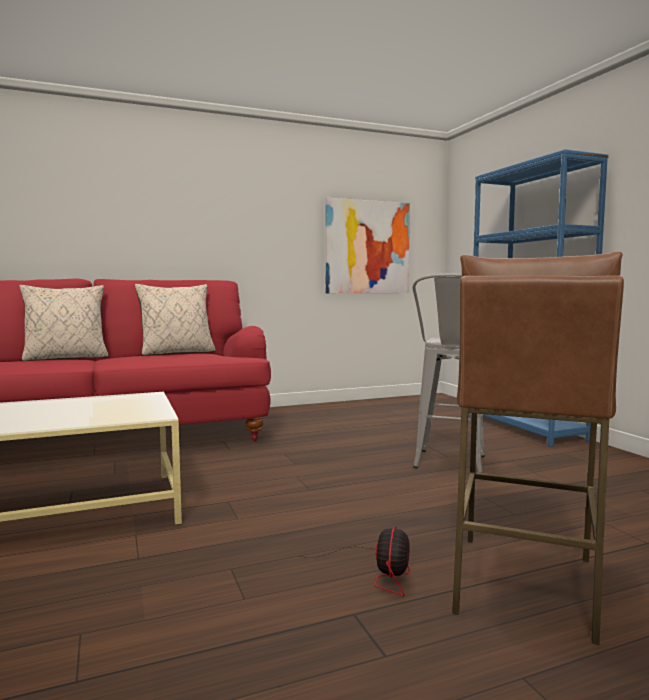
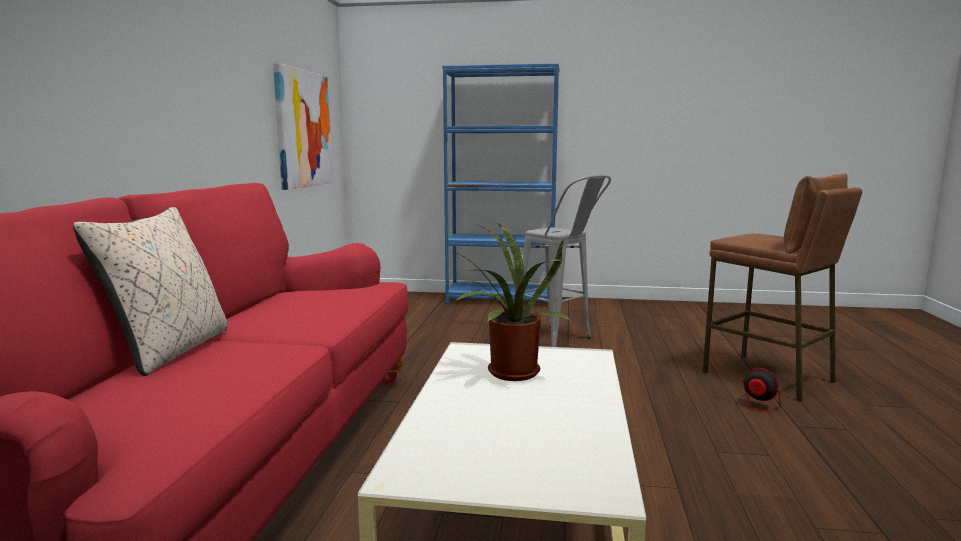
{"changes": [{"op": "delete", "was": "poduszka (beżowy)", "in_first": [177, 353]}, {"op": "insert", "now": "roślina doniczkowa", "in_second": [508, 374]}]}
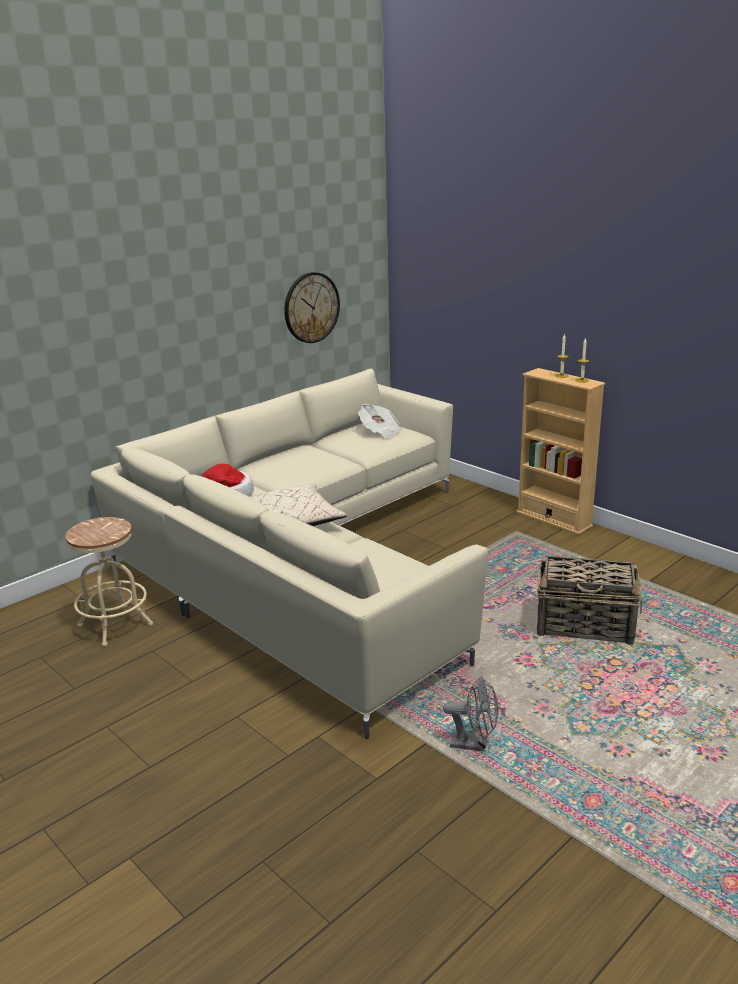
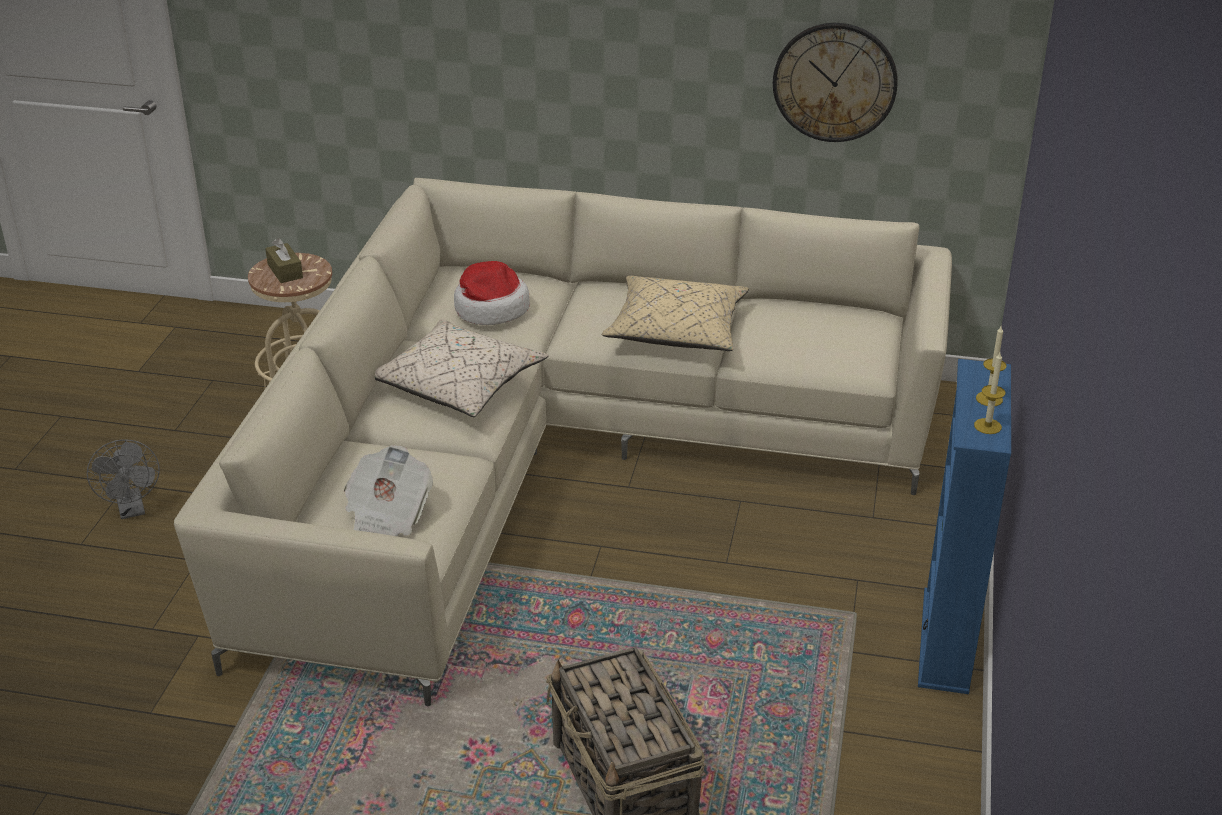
{"changes": [{"op": "move", "was": "gazeta", "in_first": [380, 432], "in_second": [387, 515]}, {"op": "move", "was": "wentylator (szary)", "in_first": [474, 744], "in_second": [132, 510]}, {"op": "recolor", "was": "regał (beżowy)", "now": "regał (niebieski)", "in_first": [554, 519], "in_second": [946, 640]}, {"op": "insert", "now": "pudełko chusteczek (brązowy)", "in_second": [285, 271]}, {"op": "insert", "now": "poduszka (beżowy)", "in_second": [676, 330]}]}
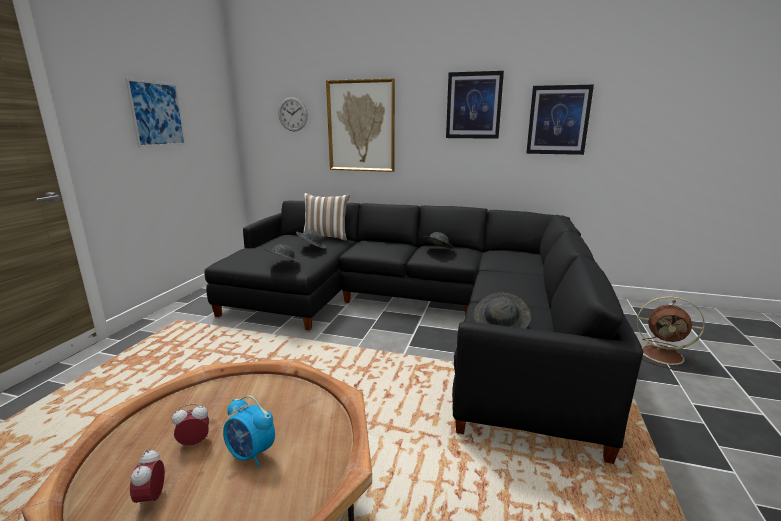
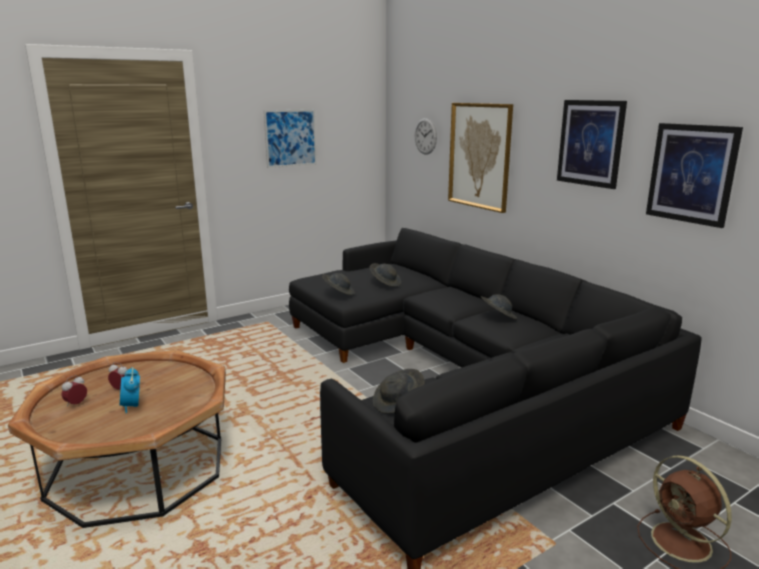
{"changes": [{"op": "delete", "was": "poduszka", "in_first": [326, 237]}]}
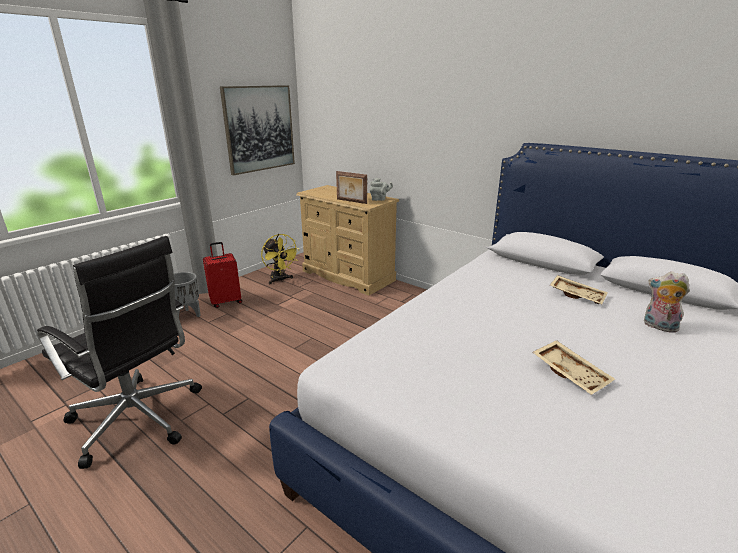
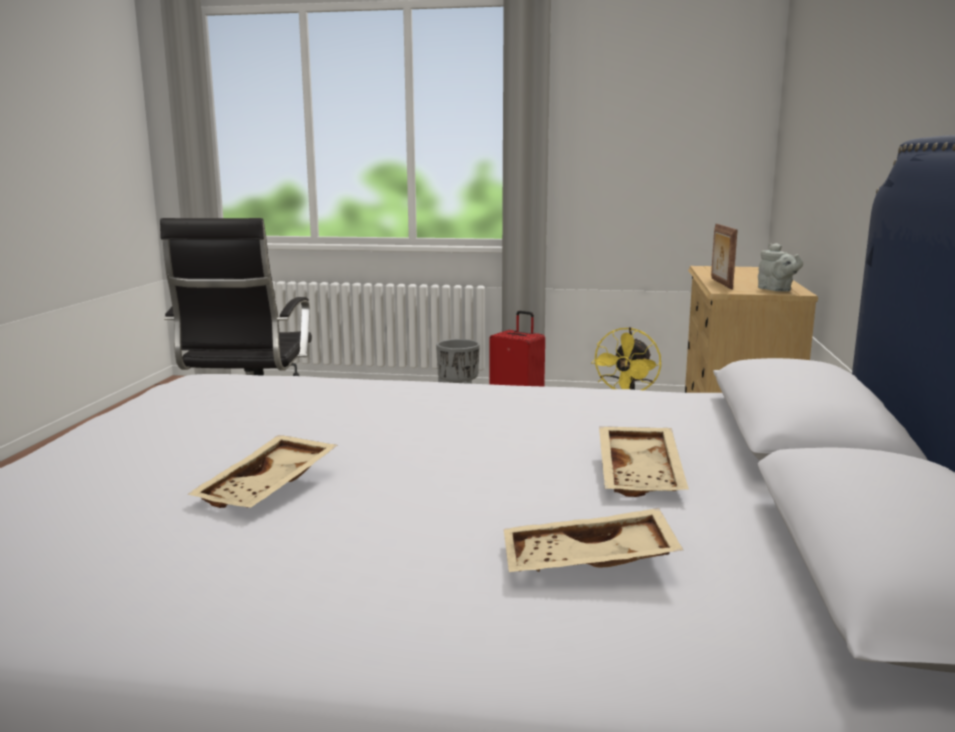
{"changes": [{"op": "delete", "was": "obraz", "in_first": [259, 128]}, {"op": "replace", "was": "pluszak", "now": "taca (beżowy)", "in_first": [658, 327], "in_second": [587, 564]}]}
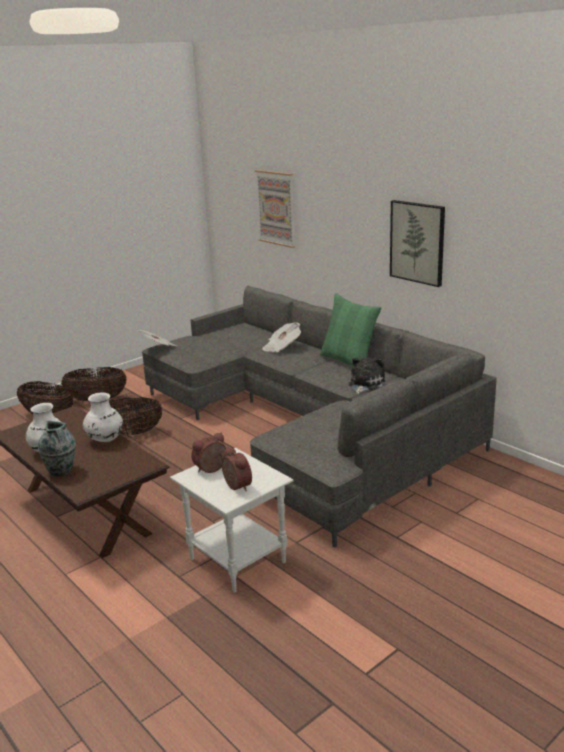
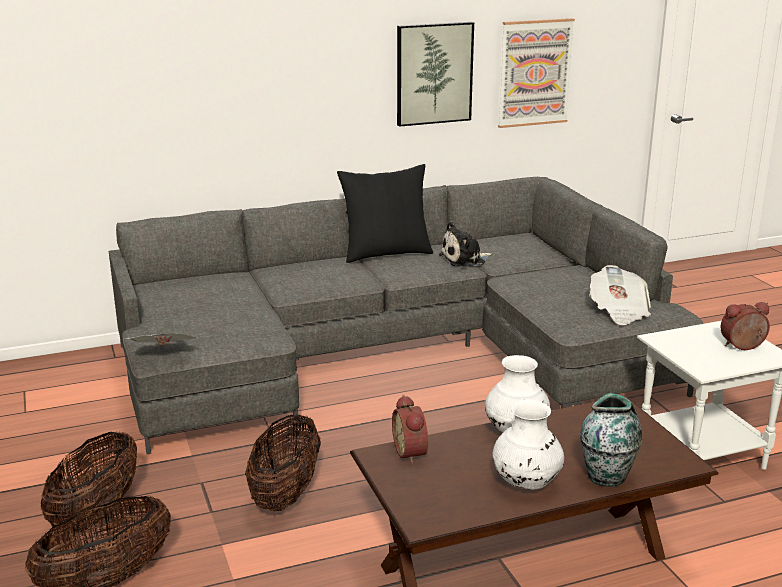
{"changes": [{"op": "move", "was": "budzik", "in_first": [211, 470], "in_second": [412, 452]}, {"op": "move", "was": "obraz", "in_first": [276, 208], "in_second": [534, 73]}, {"op": "move", "was": "gazeta", "in_first": [281, 347], "in_second": [618, 311]}, {"op": "recolor", "was": "poduszka (zielony)", "now": "poduszka (czarny)", "in_first": [348, 361], "in_second": [386, 253]}, {"op": "rotate", "was": "pluszak", "in_first": [365, 384], "in_second": [465, 259], "clockwise": -75}]}
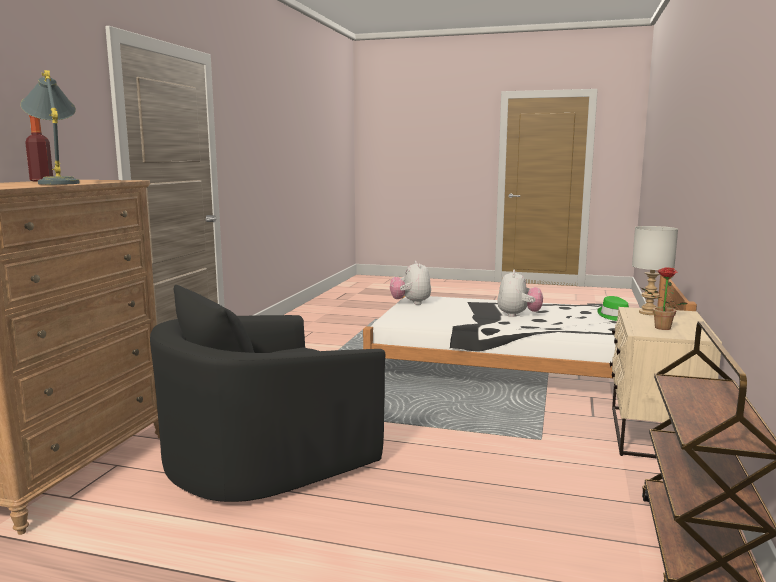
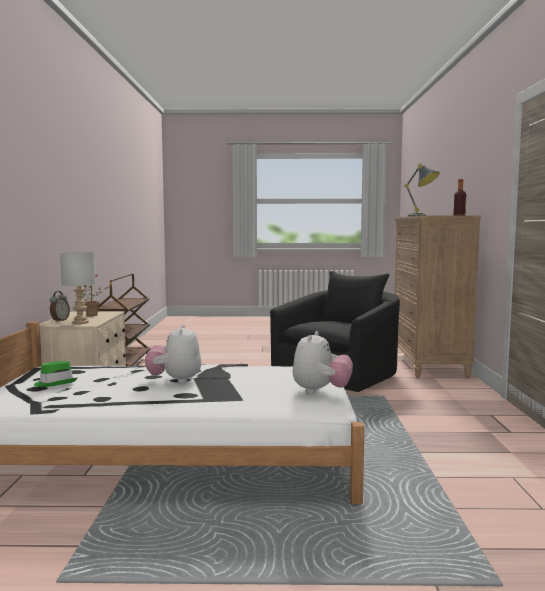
{"changes": [{"op": "rotate", "was": "pluszak", "in_first": [411, 303], "in_second": [320, 391], "clockwise": 45}, {"op": "insert", "now": "budzik", "in_second": [59, 320]}]}
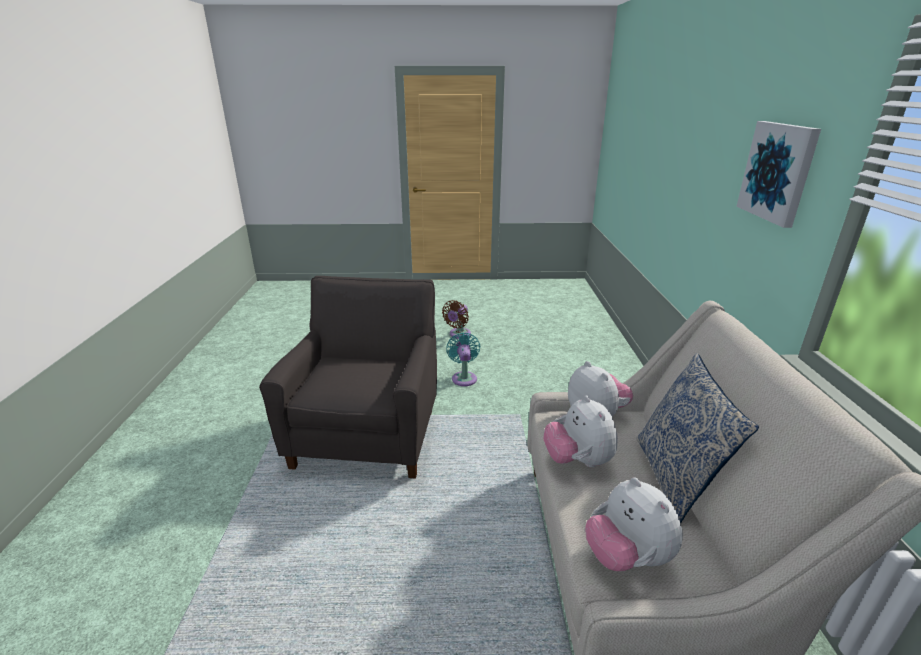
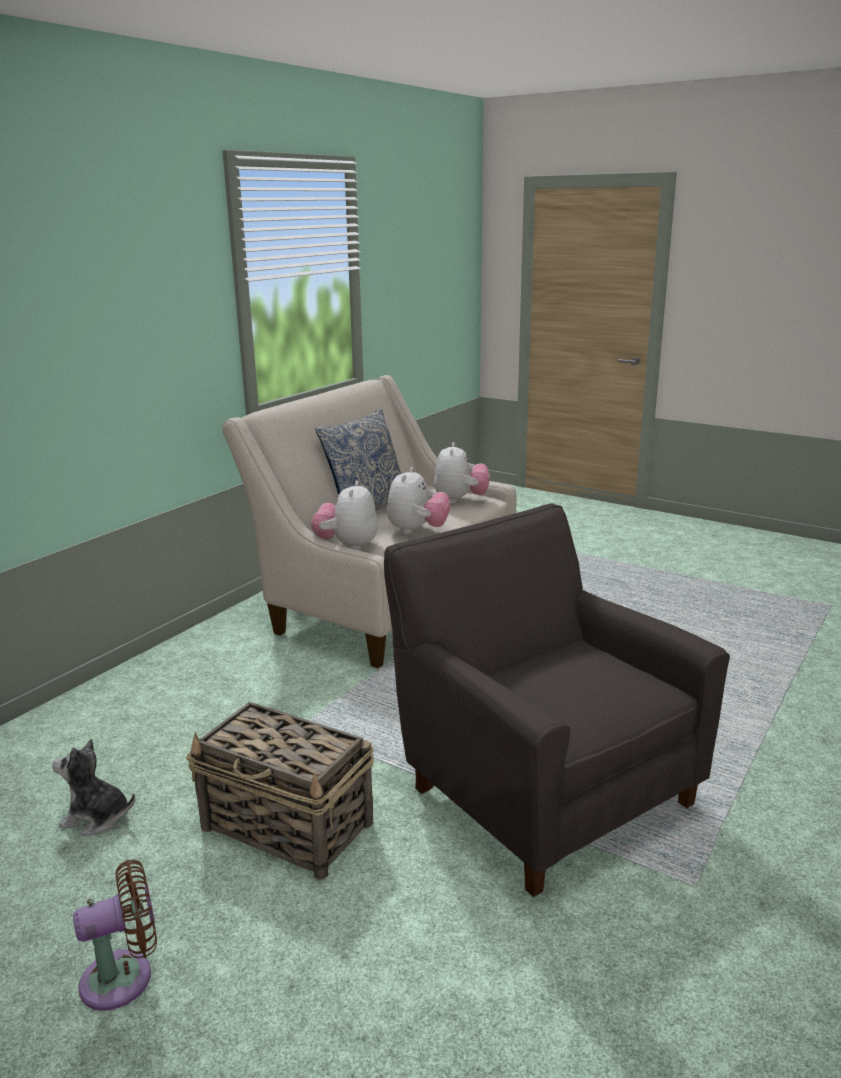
{"changes": [{"op": "rotate", "was": "fotel (szary)", "in_first": [368, 432], "in_second": [540, 789], "clockwise": 105}, {"op": "replace", "was": "wentylator (turkusowy)", "now": "koszyk", "in_first": [464, 377], "in_second": [288, 827]}, {"op": "delete", "was": "obraz", "in_first": [778, 172]}, {"op": "insert", "now": "pluszak", "in_second": [97, 818]}]}
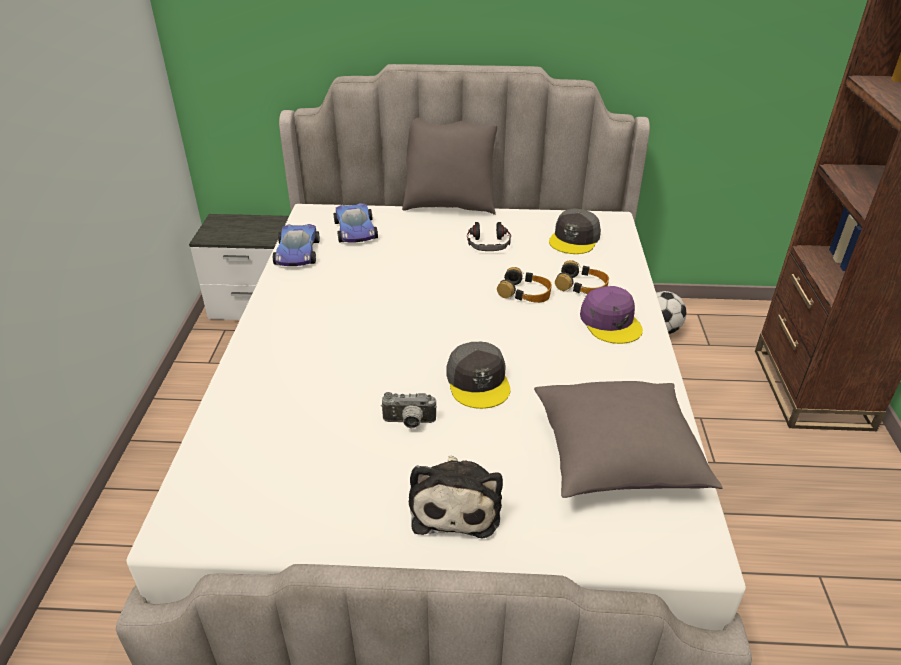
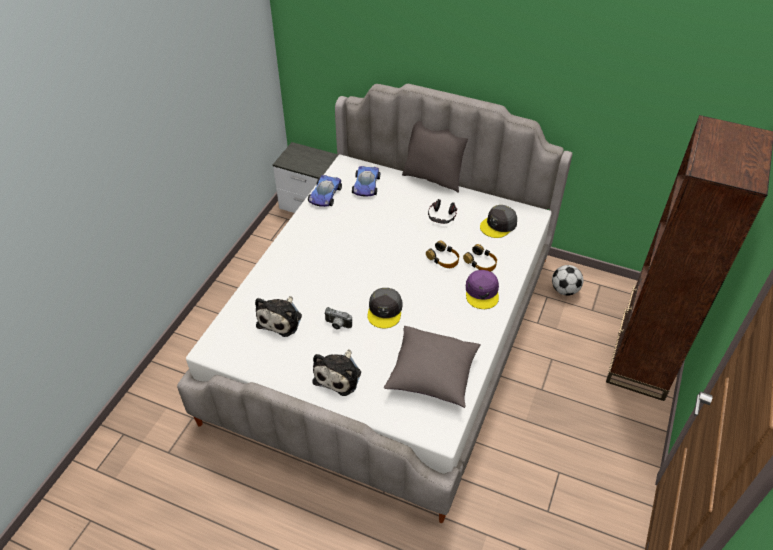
{"changes": [{"op": "insert", "now": "pluszak", "in_second": [281, 319]}]}
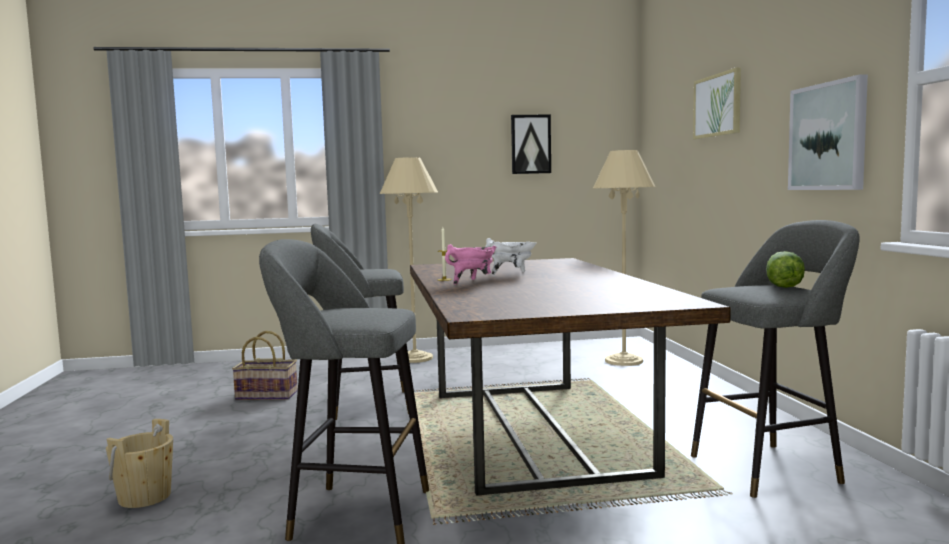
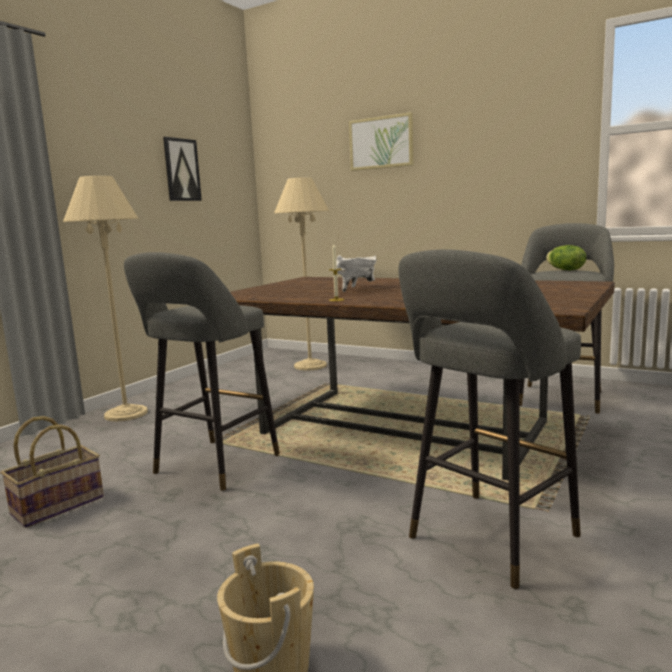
{"changes": [{"op": "delete", "was": "garnek (różowy)", "in_first": [472, 282]}, {"op": "delete", "was": "obraz", "in_first": [828, 136]}]}
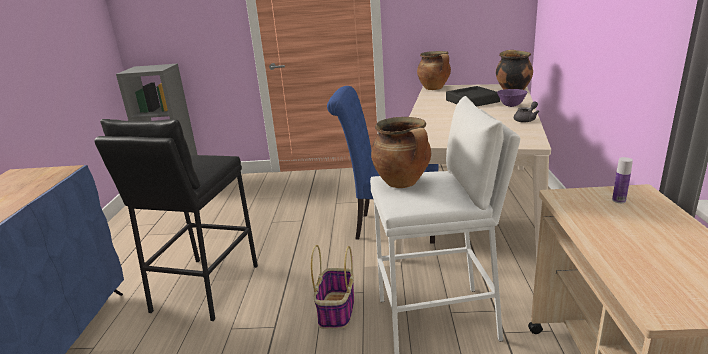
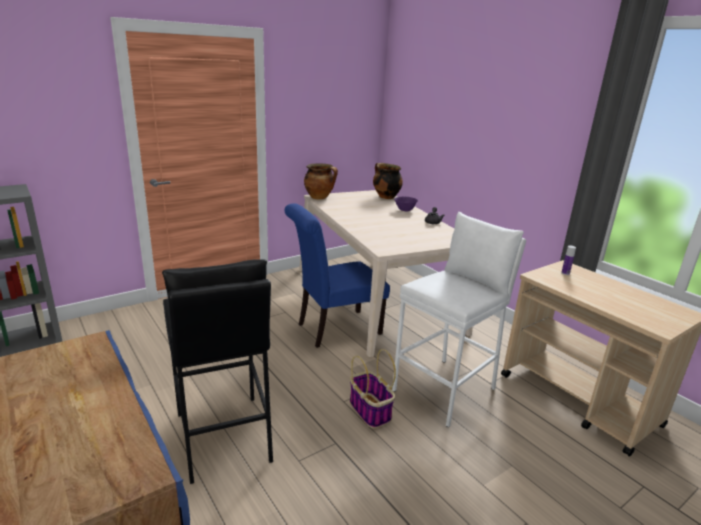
{"changes": [{"op": "delete", "was": "garnek", "in_first": [403, 183]}, {"op": "delete", "was": "taca (czarny)", "in_first": [472, 101]}]}
